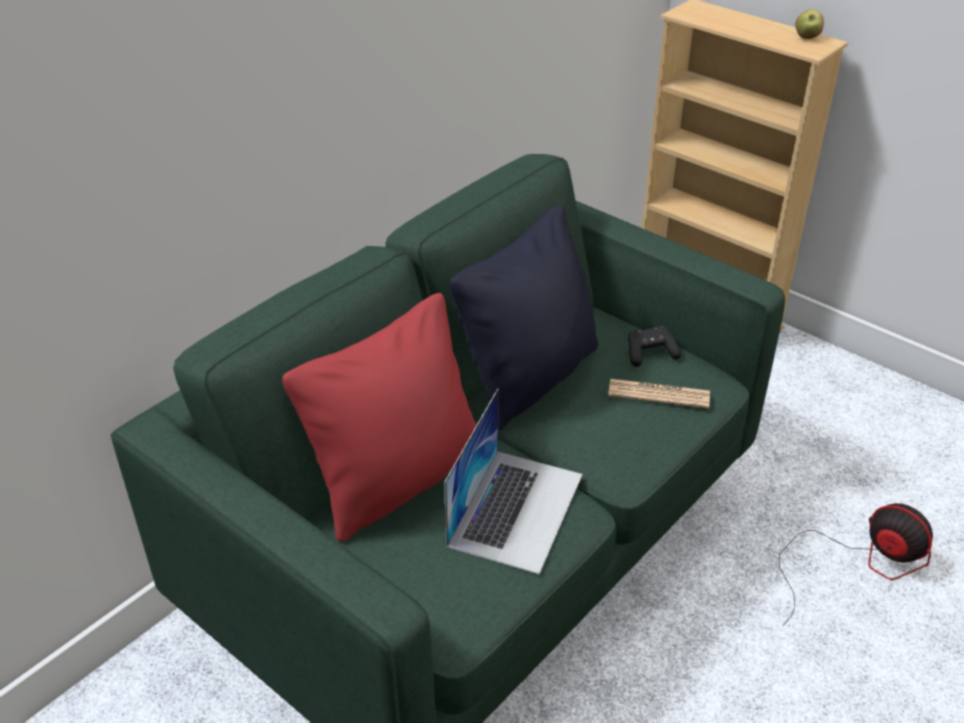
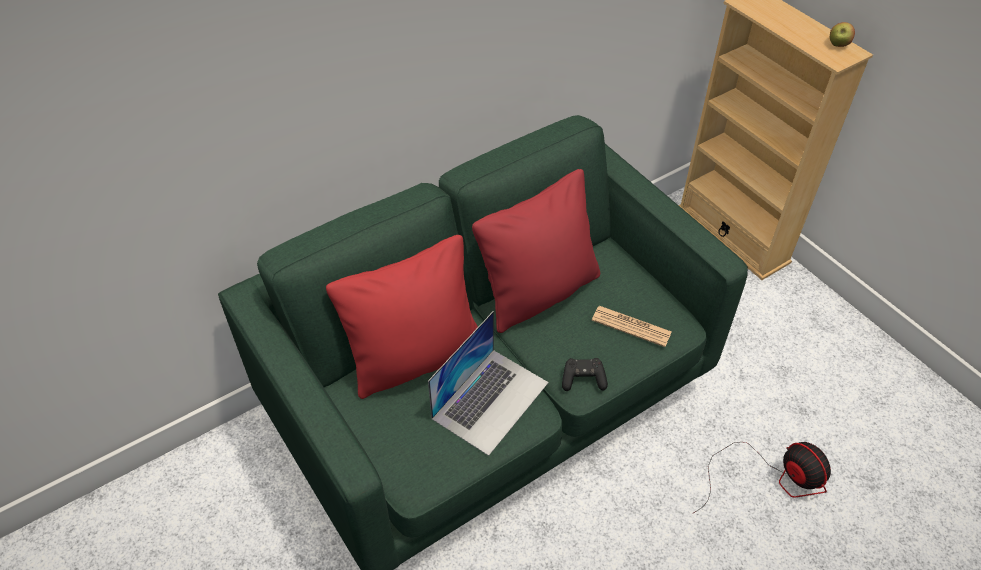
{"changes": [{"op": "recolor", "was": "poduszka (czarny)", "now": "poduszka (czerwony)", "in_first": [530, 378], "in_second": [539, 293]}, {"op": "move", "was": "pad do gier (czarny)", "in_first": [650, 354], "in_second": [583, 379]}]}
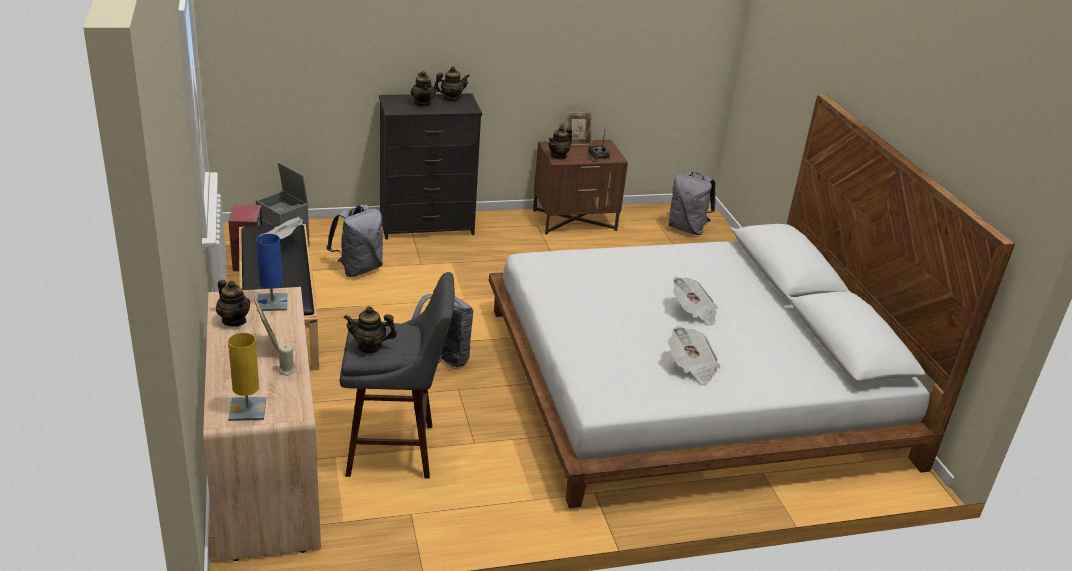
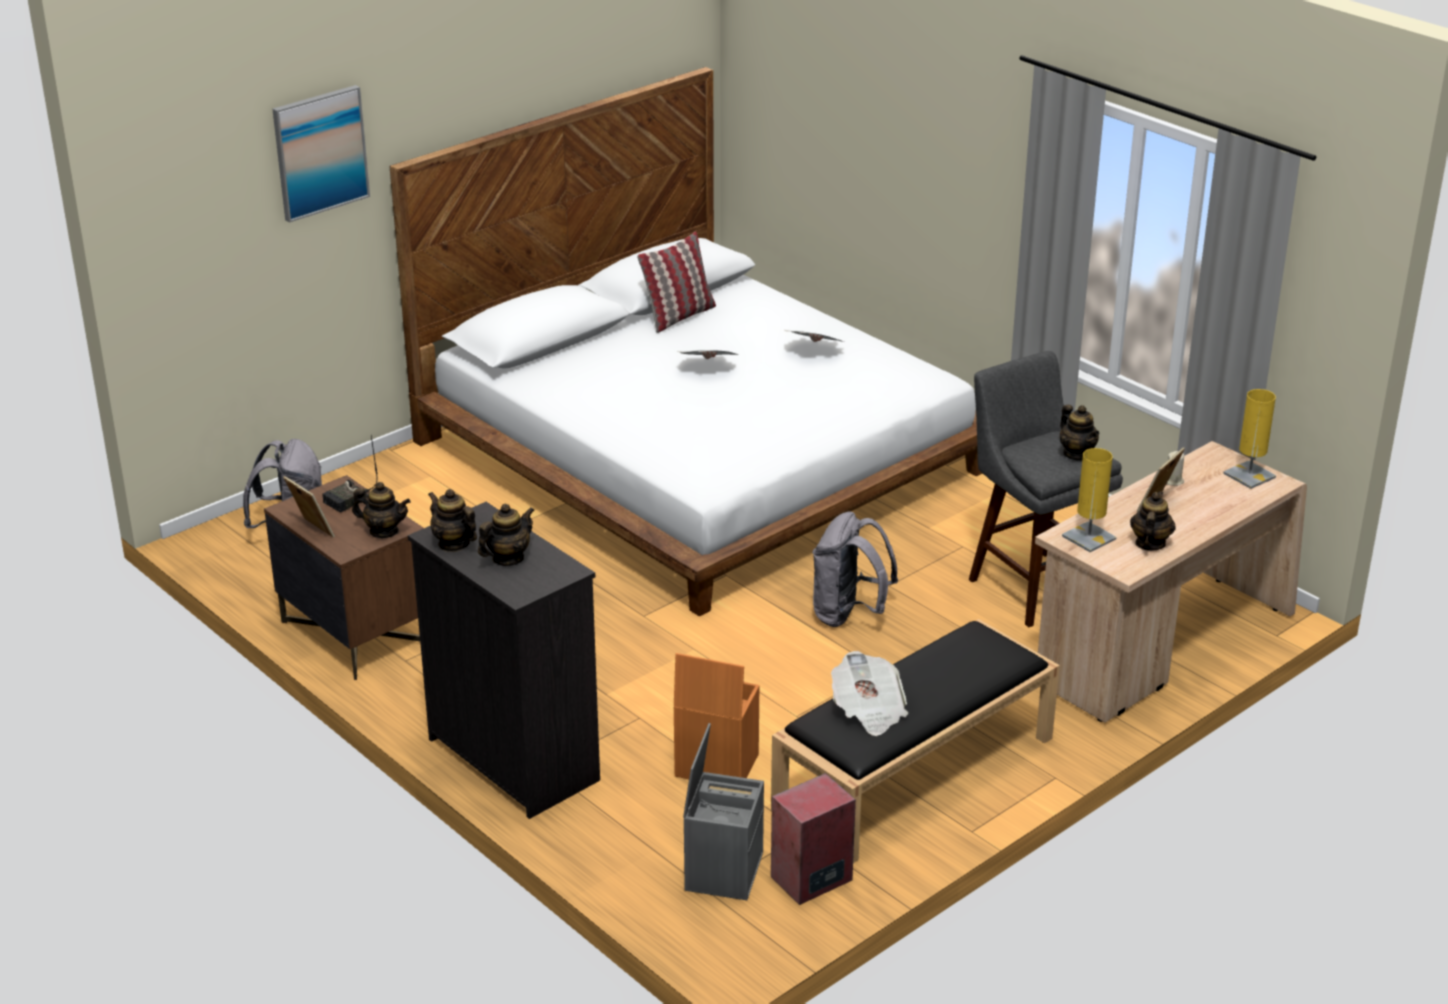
{"changes": [{"op": "recolor", "was": "lampa stołowa (niebieski)", "now": "lampa stołowa (żółty)", "in_first": [272, 302], "in_second": [1089, 538]}, {"op": "replace", "was": "plecak (szary)", "now": "pojemnik do przechowywania (pomarańczowy)", "in_first": [358, 269], "in_second": [714, 766]}, {"op": "insert", "now": "obraz", "in_second": [320, 152]}, {"op": "insert", "now": "poduszka", "in_second": [678, 316]}]}
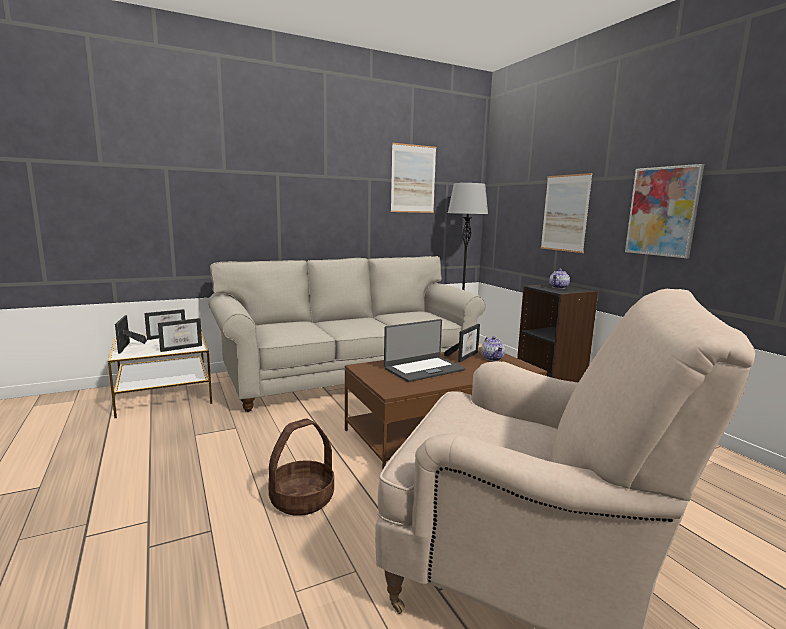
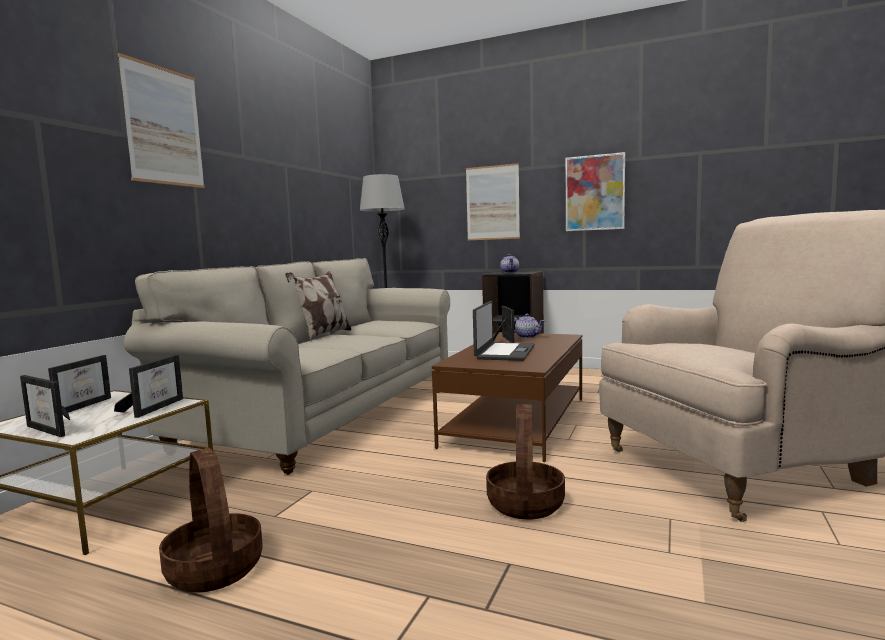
{"changes": [{"op": "move", "was": "obraz", "in_first": [413, 179], "in_second": [164, 126]}, {"op": "insert", "now": "koszyk", "in_second": [213, 569]}, {"op": "insert", "now": "poduszka", "in_second": [322, 335]}]}
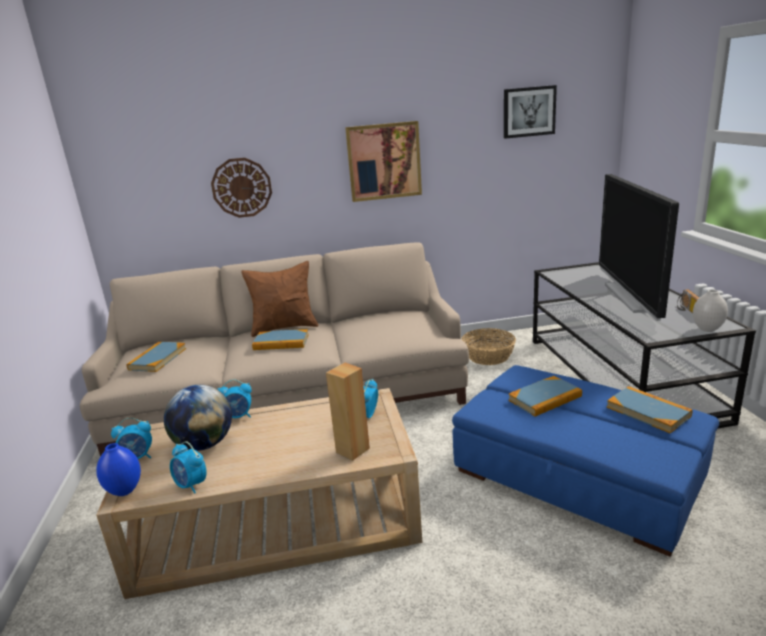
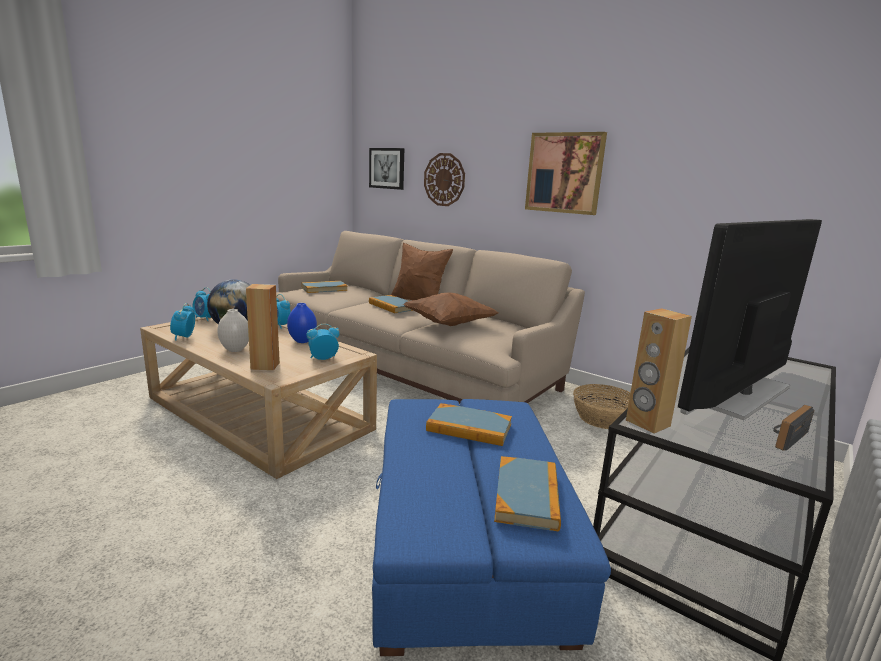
{"changes": [{"op": "move", "was": "wazon (niebieski)", "in_first": [124, 490], "in_second": [302, 341]}, {"op": "move", "was": "obraz", "in_first": [529, 112], "in_second": [387, 168]}, {"op": "move", "was": "wazon (biały)", "in_first": [707, 329], "in_second": [235, 350]}, {"op": "insert", "now": "poduszka (brązowy)", "in_second": [448, 324]}, {"op": "insert", "now": "głośnik (brązowy)", "in_second": [647, 423]}]}
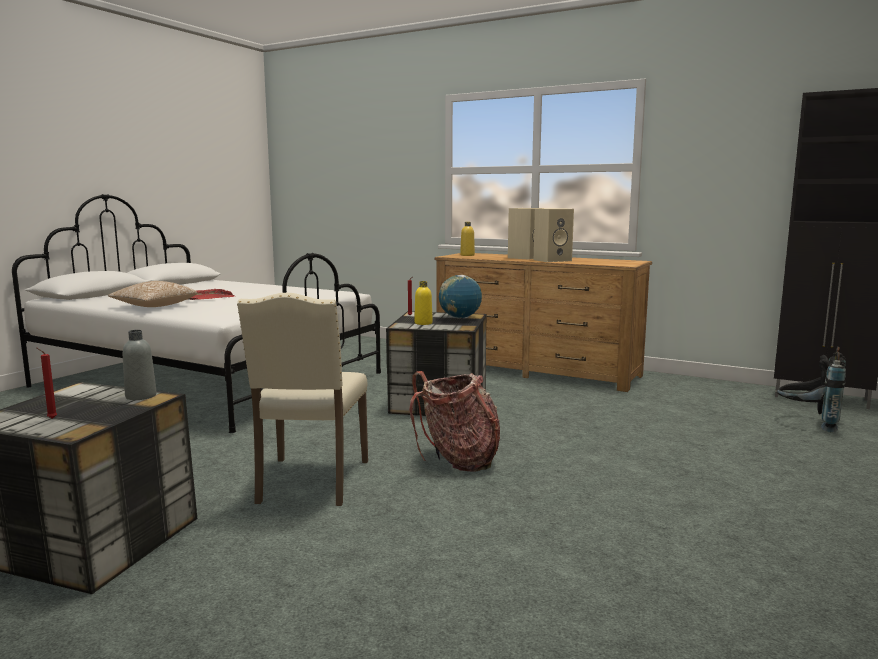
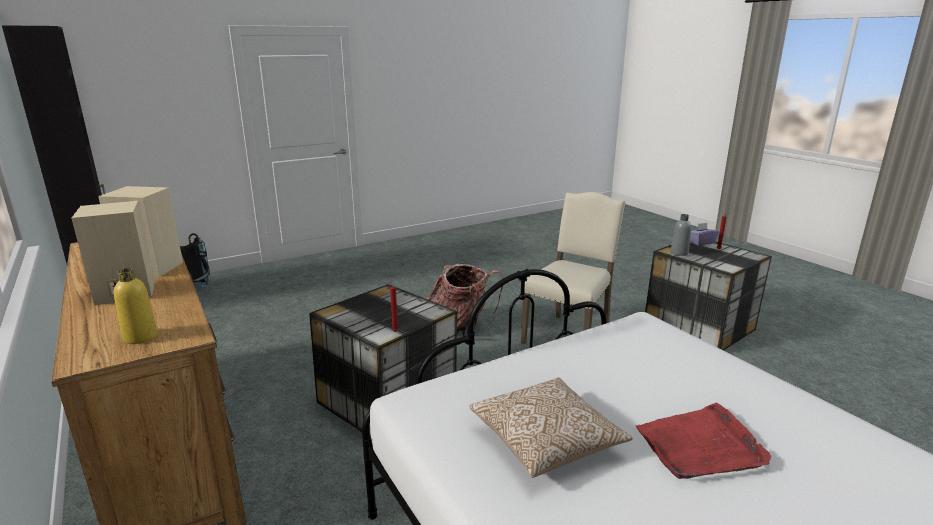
{"changes": [{"op": "move", "was": "poduszka", "in_first": [154, 306], "in_second": [546, 441]}, {"op": "delete", "was": "butelka (żółty)", "in_first": [423, 323]}, {"op": "delete", "was": "globus", "in_first": [460, 318]}, {"op": "insert", "now": "pudełko chusteczek (fioletowy)", "in_second": [701, 242]}]}
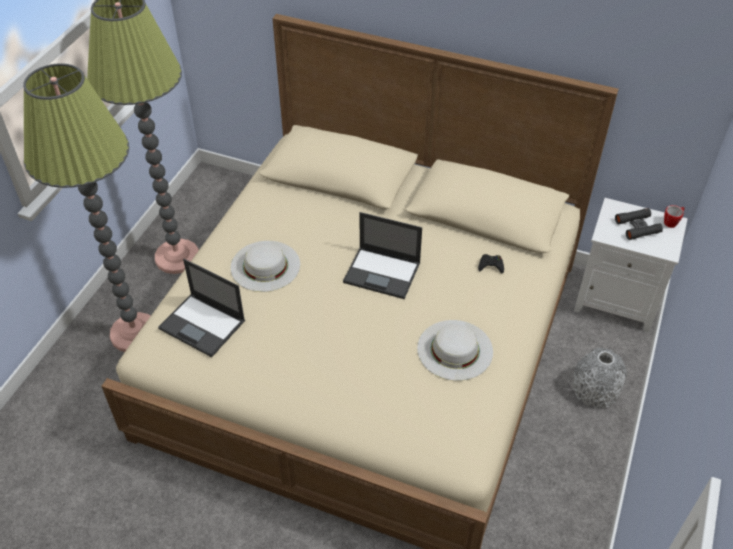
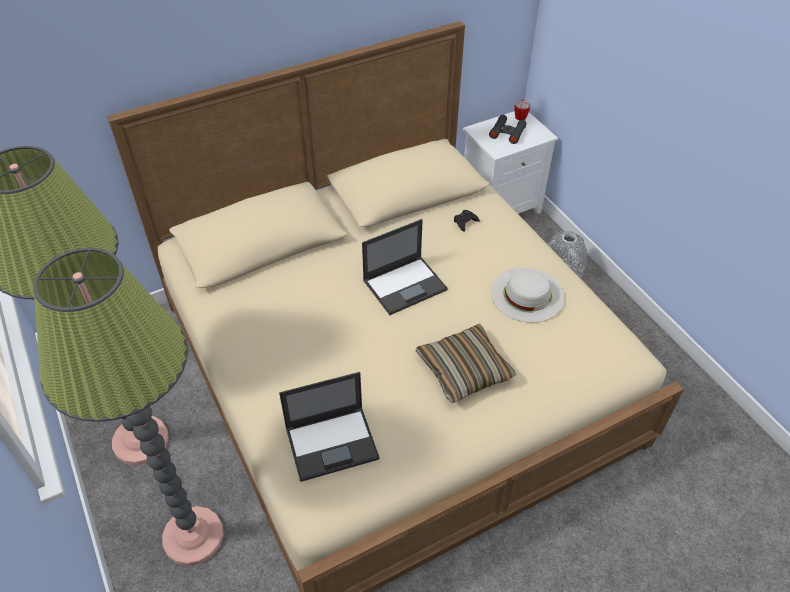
{"changes": [{"op": "delete", "was": "kapelusz (biały)", "in_first": [265, 266]}, {"op": "insert", "now": "poduszka", "in_second": [464, 370]}]}
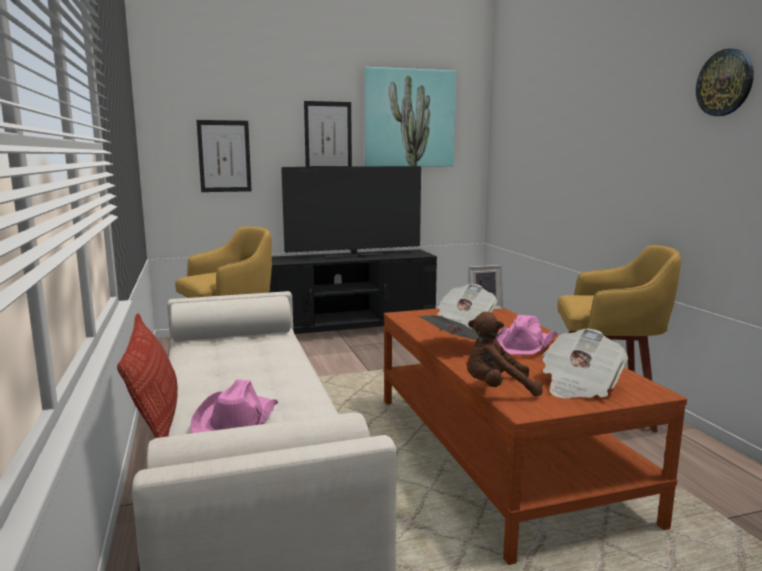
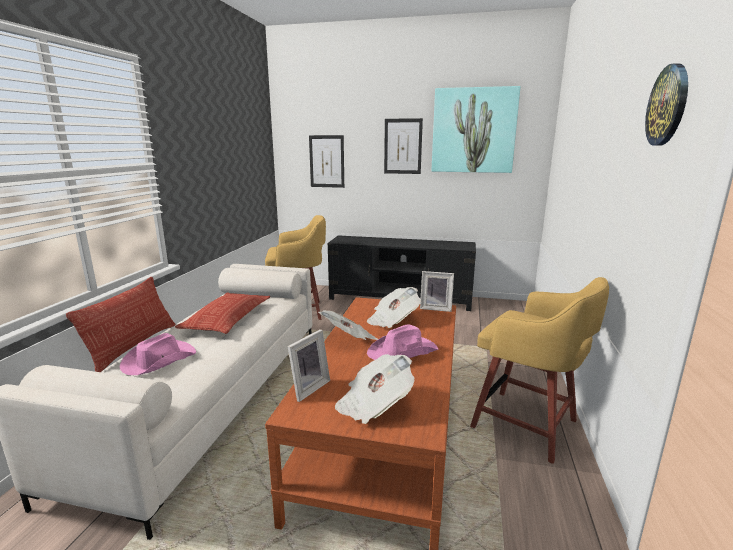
{"changes": [{"op": "delete", "was": "telewizor", "in_first": [354, 255]}, {"op": "replace", "was": "pluszak (brązowy)", "now": "ramka na zdjęcie", "in_first": [497, 389], "in_second": [307, 388]}, {"op": "insert", "now": "poduszka", "in_second": [227, 318]}]}
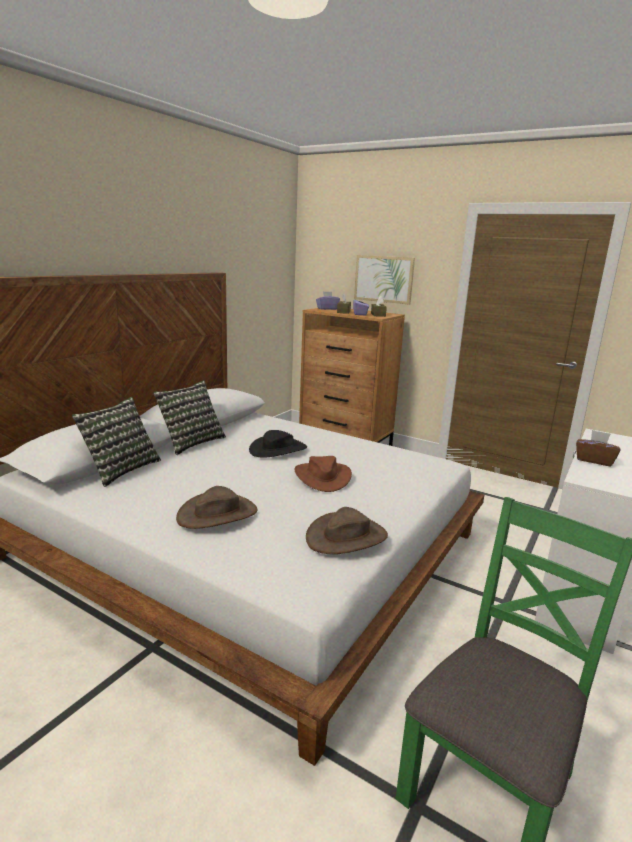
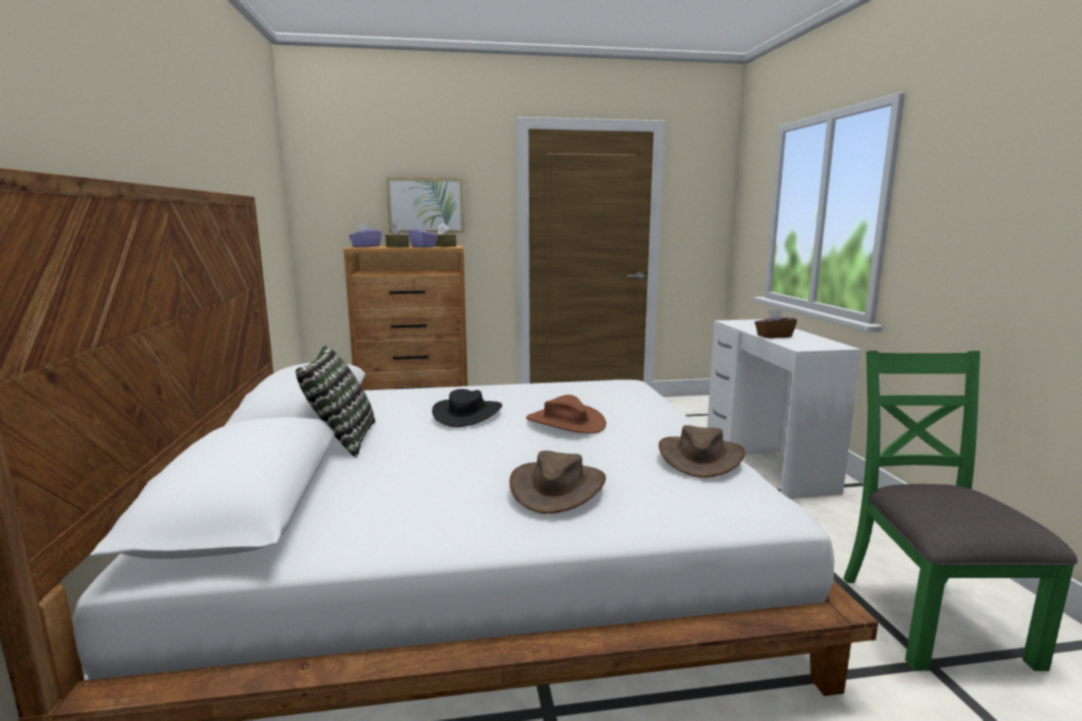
{"changes": [{"op": "delete", "was": "poduszka", "in_first": [120, 469]}]}
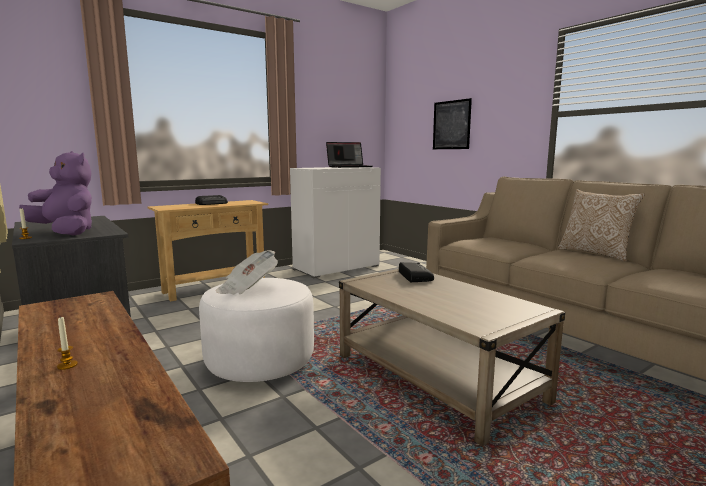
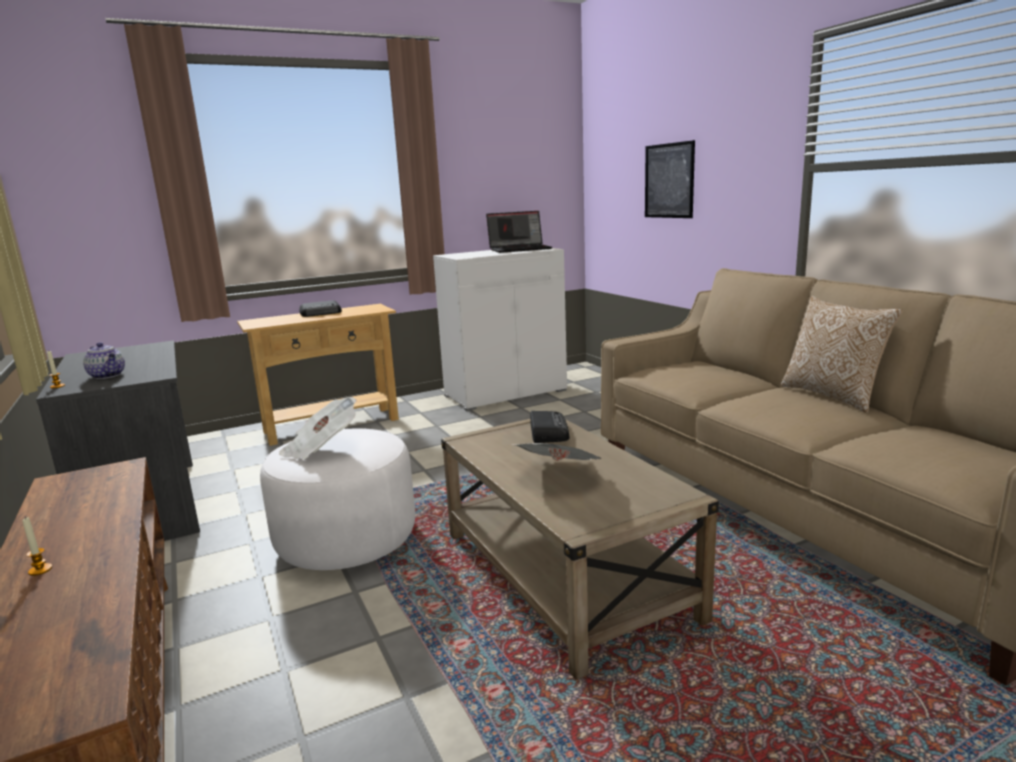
{"changes": [{"op": "replace", "was": "pluszak (fioletowy)", "now": "imbryk", "in_first": [66, 232], "in_second": [108, 375]}, {"op": "insert", "now": "gazeta", "in_second": [560, 475]}]}
